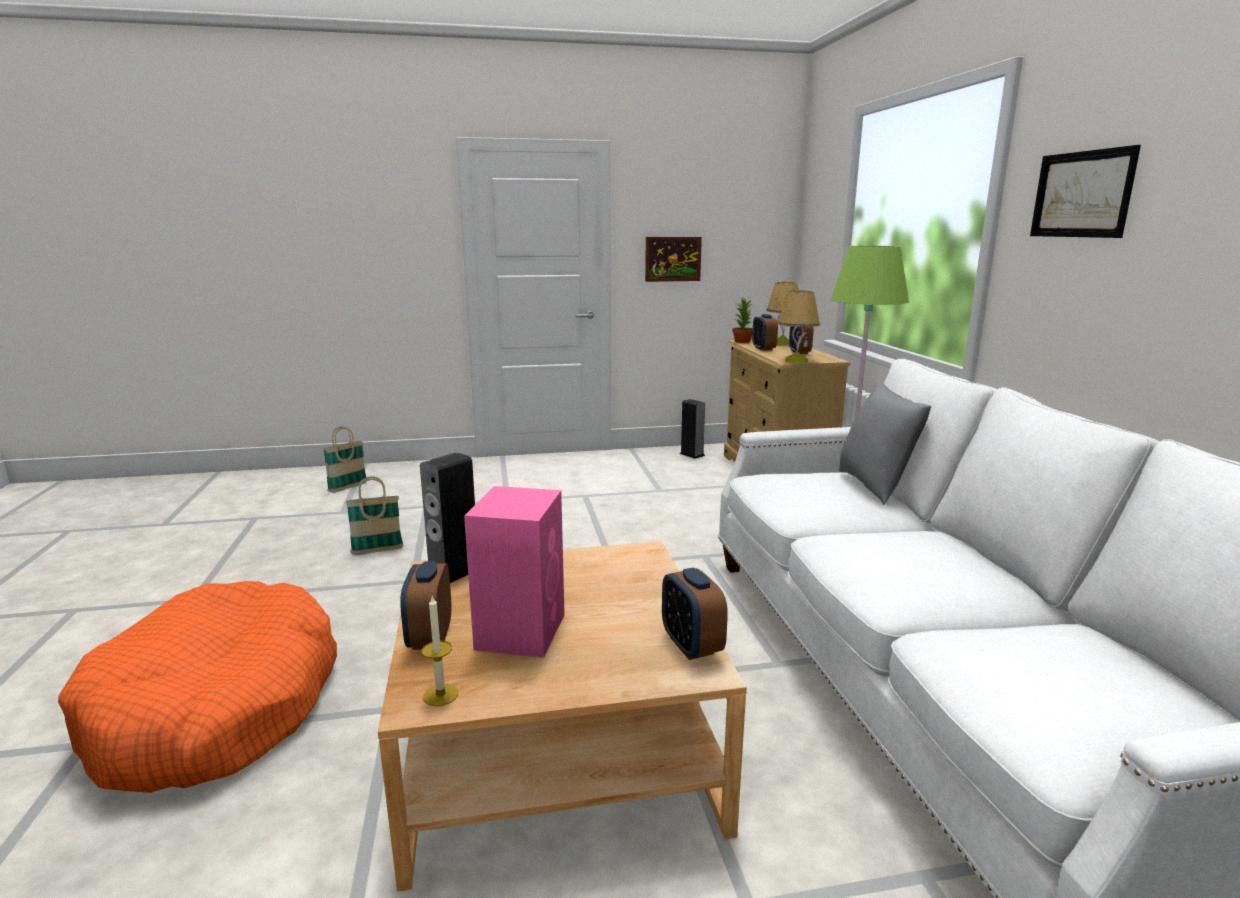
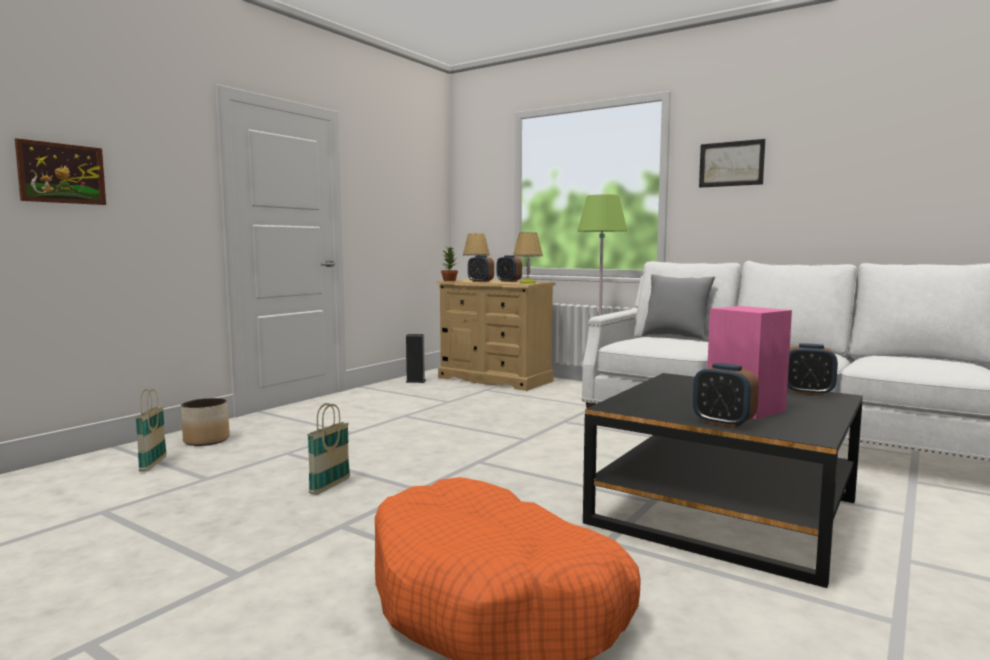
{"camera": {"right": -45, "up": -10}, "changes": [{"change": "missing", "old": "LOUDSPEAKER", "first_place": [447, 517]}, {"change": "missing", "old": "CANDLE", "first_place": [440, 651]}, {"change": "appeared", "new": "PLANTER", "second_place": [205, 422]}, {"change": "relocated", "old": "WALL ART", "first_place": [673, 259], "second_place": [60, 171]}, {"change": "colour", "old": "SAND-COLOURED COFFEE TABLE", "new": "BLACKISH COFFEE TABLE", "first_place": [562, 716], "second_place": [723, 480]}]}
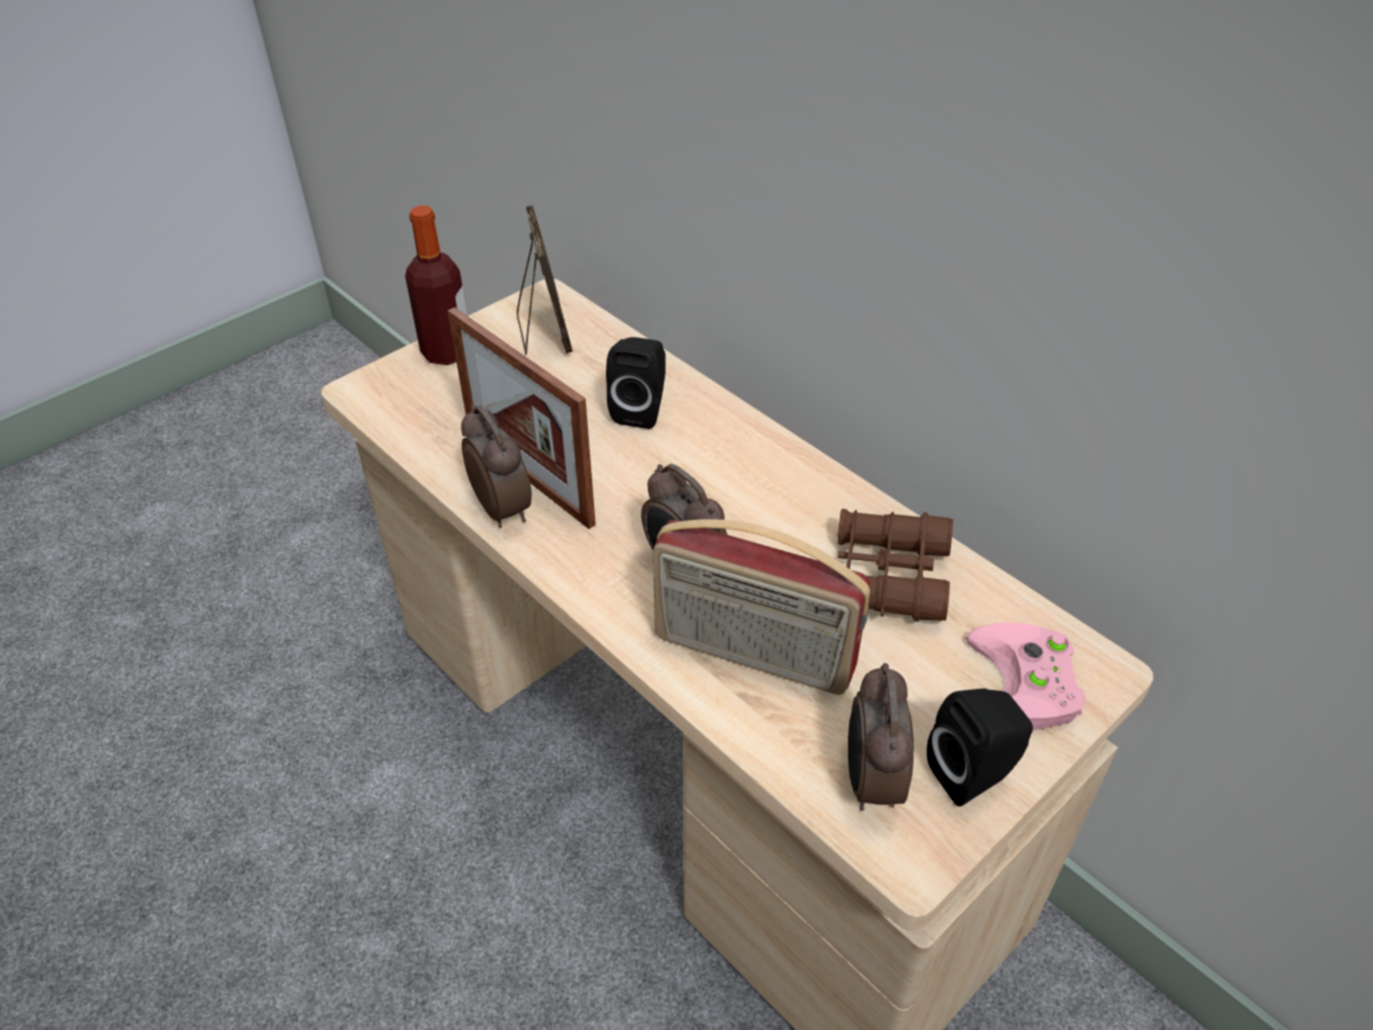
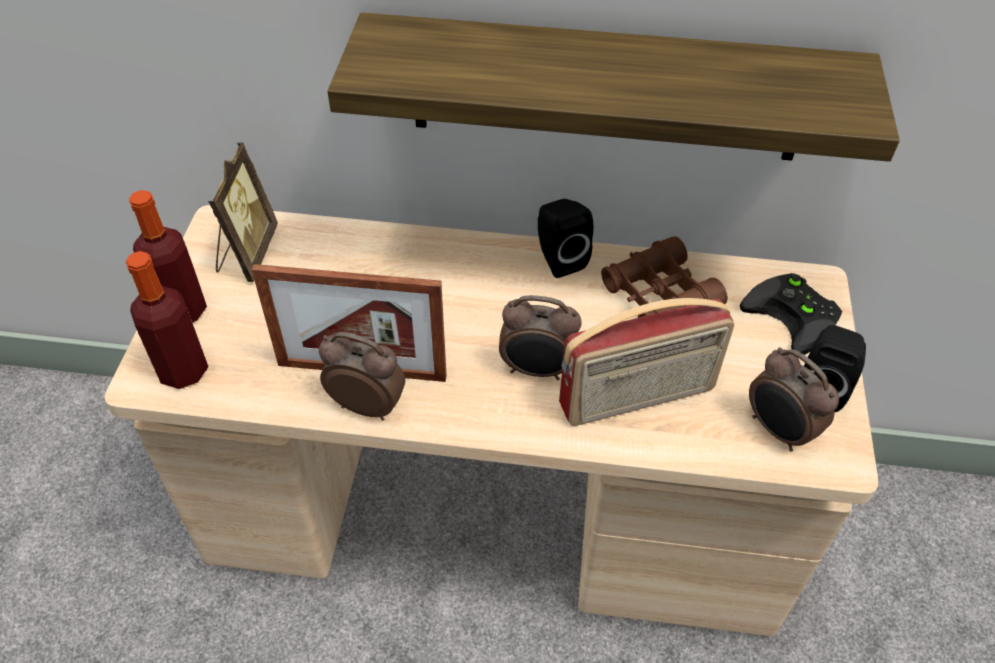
{"camera": {"right": -40, "up": 5}, "changes": [{"change": "appeared", "new": "BOTTLE", "second_place": [167, 320]}, {"change": "appeared", "new": "BRACKET SHELF", "second_place": [614, 87]}, {"change": "relocated", "old": "BLACKISH LOUDSPEAKER", "first_place": [636, 383], "second_place": [565, 238]}, {"change": "colour", "old": "PINK GAMEPAD", "new": "BLACKISH GAMEPAD", "first_place": [1025, 676], "second_place": [791, 314]}, {"change": "spun", "old": "PICTURE FRAME", "first_place": [545, 279], "second_place": [243, 212], "degrees": 60}]}
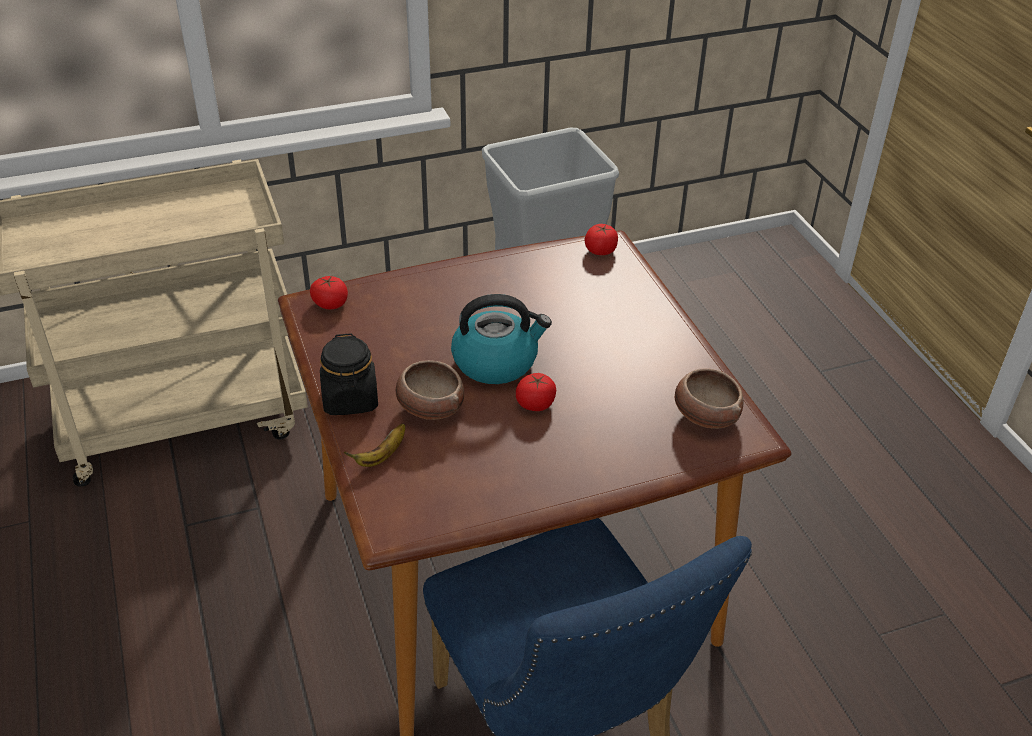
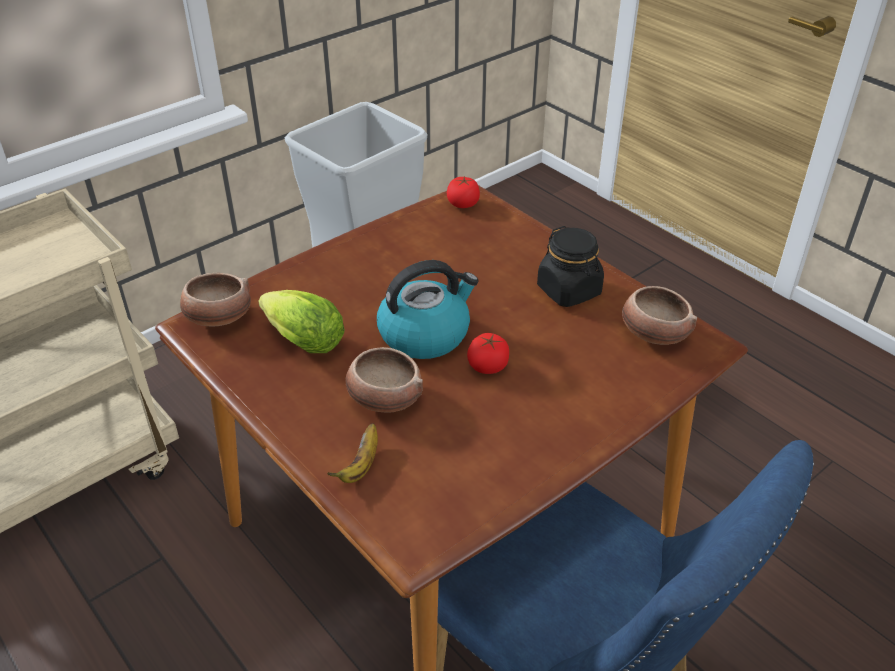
{"camera": {"right": -20, "up": 0}, "changes": [{"change": "appeared", "new": "LETTUCE", "second_place": [301, 321]}, {"change": "relocated", "old": "BLACKISH JAR", "first_place": [349, 374], "second_place": [570, 266]}, {"change": "exchanged", "old": "WHOLE TOMATO", "new": "BOWL", "first_place": [329, 292], "second_place": [215, 299]}]}
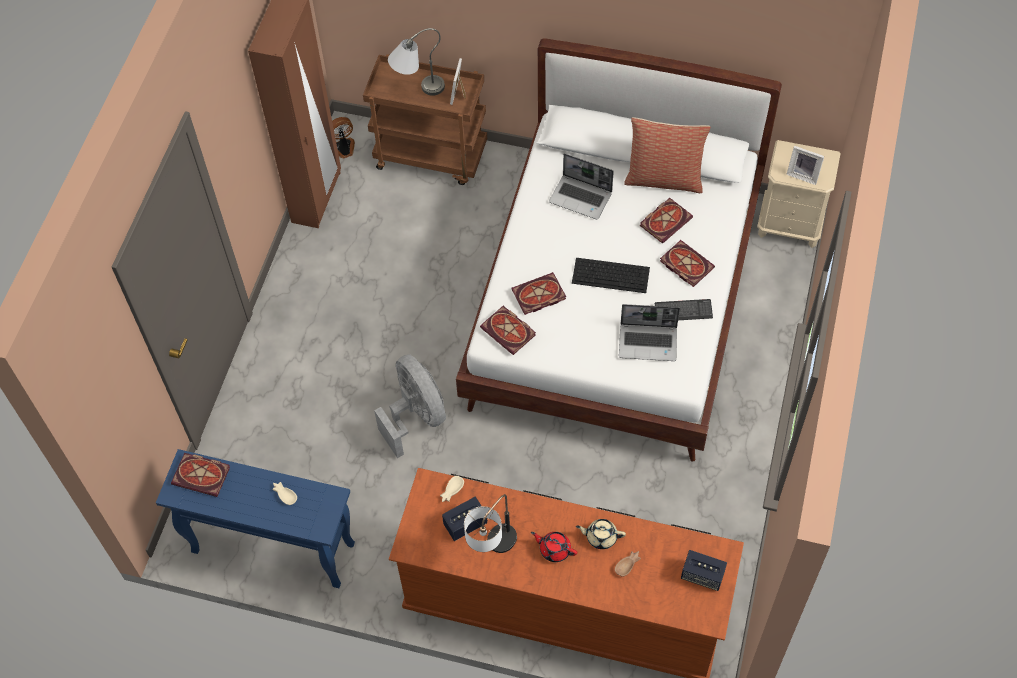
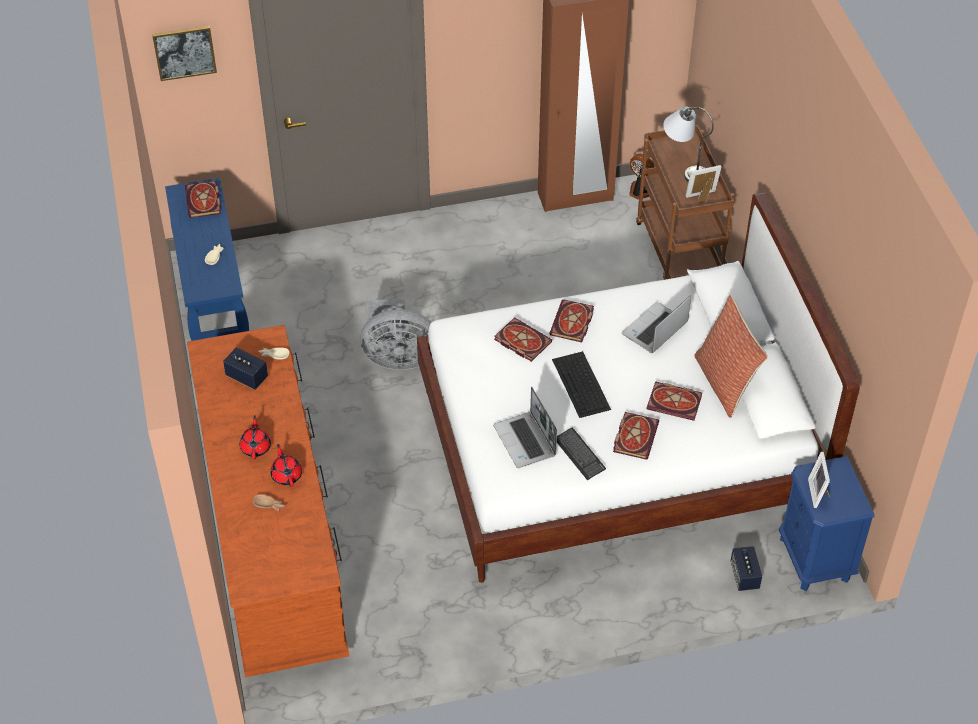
{"camera": {"right": 60, "up": -10}, "changes": [{"change": "missing", "old": "LAMP FOR A TABLE", "first_place": [490, 523]}, {"change": "appeared", "new": "WALL ART", "second_place": [184, 53]}, {"change": "relocated", "old": "BOOK", "first_place": [508, 330], "second_place": [571, 320]}, {"change": "relocated", "old": "LOUDSPEAKER", "first_place": [704, 570], "second_place": [746, 568]}, {"change": "colour", "old": "SAND-COLOURED TEAPOT", "new": "RED TEAPOT", "first_place": [601, 534], "second_place": [286, 465]}, {"change": "colour", "old": "SAND-COLOURED NIGHT TABLE", "new": "BLUE NIGHT TABLE", "first_place": [799, 194], "second_place": [827, 523]}, {"change": "spun", "old": "GRAY ELECTRIC FAN", "first_place": [410, 406], "second_place": [395, 335], "degrees": 60}, {"change": "spun", "old": "LAPTOP", "first_place": [581, 186], "second_place": [656, 324], "degrees": 45}]}
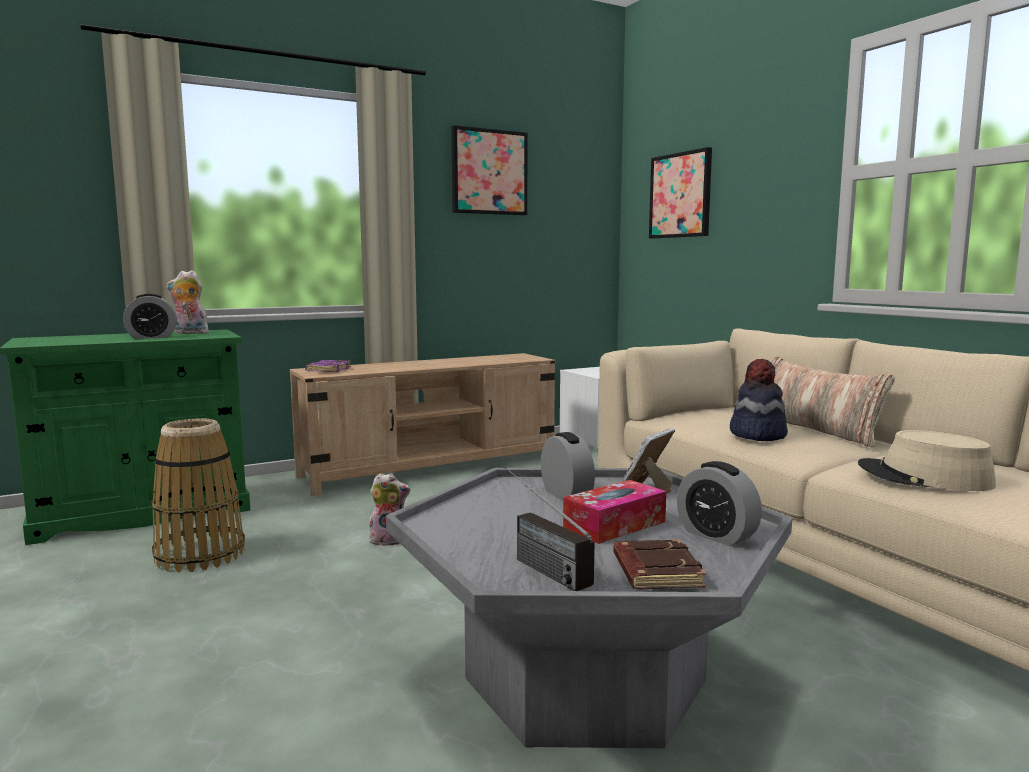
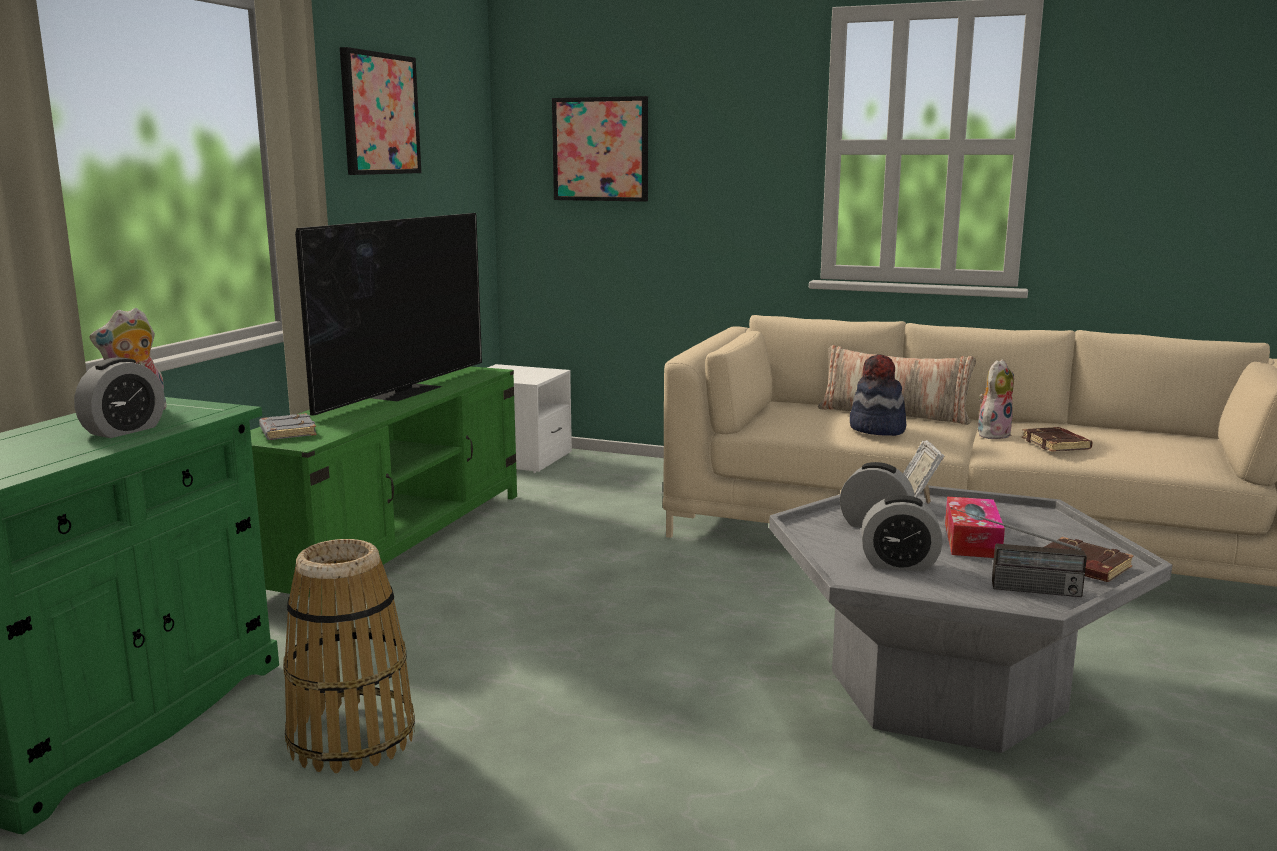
{"camera": {"right": -40, "up": 5}, "changes": [{"change": "appeared", "new": "TV SET", "second_place": [388, 314]}, {"change": "relocated", "old": "SOFT TOY", "first_place": [390, 509], "second_place": [996, 399]}, {"change": "relocated", "old": "ALARM CLOCK", "first_place": [719, 503], "second_place": [902, 533]}, {"change": "exchanged", "old": "SAND-COLOURED WEARABLE HAT", "new": "BROWN-COLOURED BOOK", "first_place": [927, 460], "second_place": [1057, 439]}, {"change": "colour", "old": "SAND-COLOURED MEDIA CONSOLE", "new": "GREEN-COLOURED MEDIA CONSOLE", "first_place": [422, 424], "second_place": [383, 490]}, {"change": "colour", "old": "PURPLE BOOK", "new": "GRAY BOOK", "first_place": [328, 366], "second_place": [288, 426]}]}
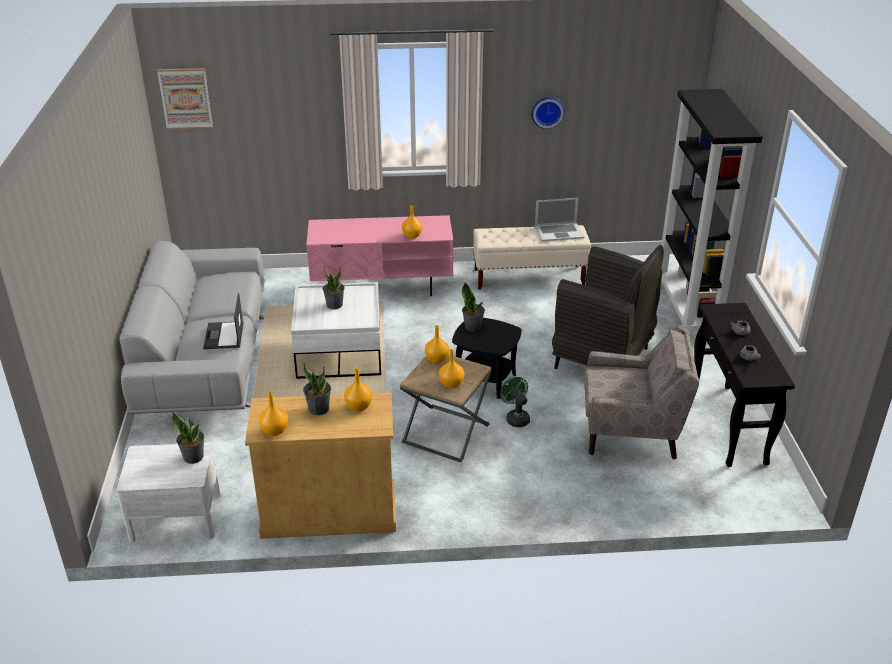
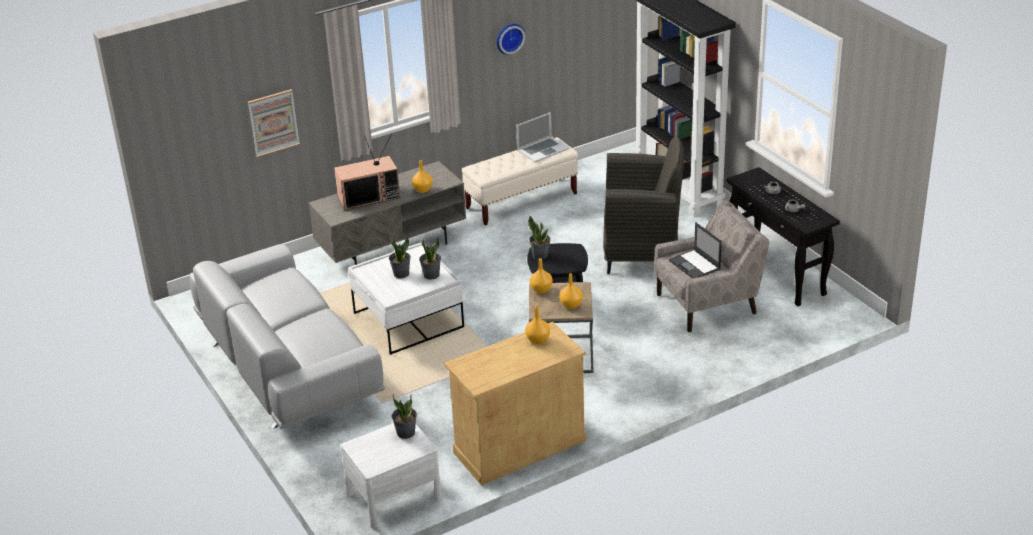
{"camera": {"right": -25, "up": 0}, "changes": [{"change": "missing", "old": "ORANGE-COLOURED DECORATIVE VASE", "first_place": [273, 414]}, {"change": "missing", "old": "GREEN-COLOURED ELECTRIC FAN", "first_place": [515, 402]}, {"change": "appeared", "new": "TV SET", "second_place": [367, 172]}, {"change": "relocated", "old": "WALL ART", "first_place": [185, 98], "second_place": [274, 123]}, {"change": "relocated", "old": "LAPTOP", "first_place": [223, 321], "second_place": [695, 250]}, {"change": "relocated", "old": "PLANT IN A POT", "first_place": [317, 389], "second_place": [430, 258]}, {"change": "colour", "old": "PINK MEDIA CONSOLE", "new": "GRAY MEDIA CONSOLE", "first_place": [379, 255], "second_place": [387, 213]}]}
